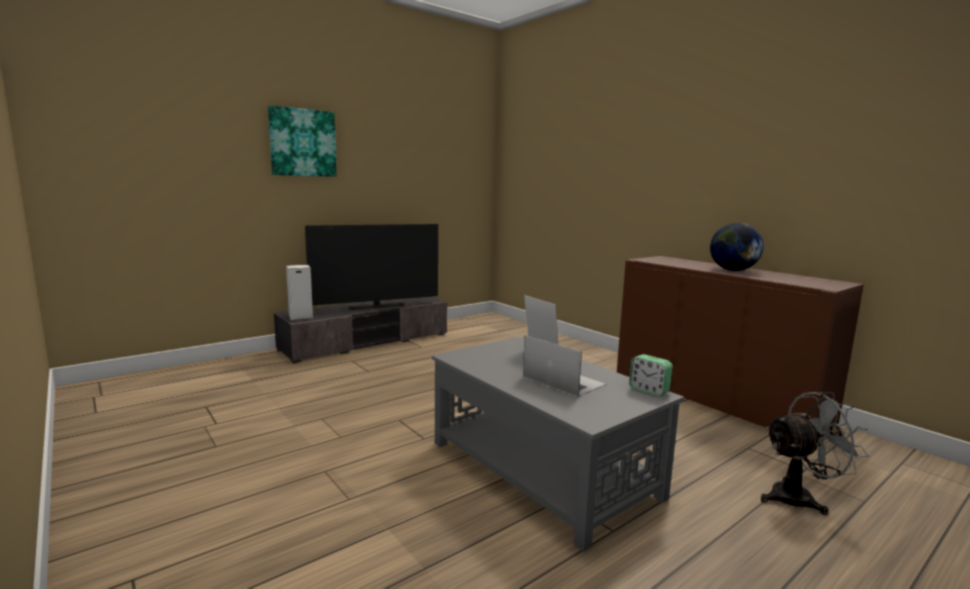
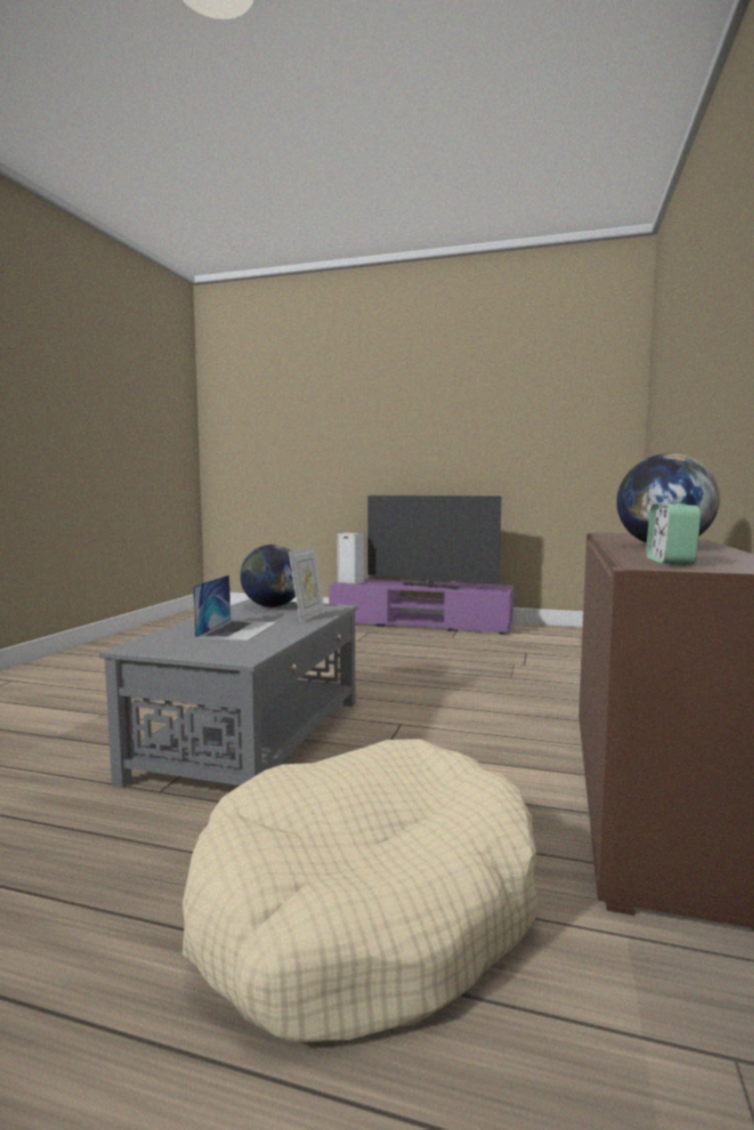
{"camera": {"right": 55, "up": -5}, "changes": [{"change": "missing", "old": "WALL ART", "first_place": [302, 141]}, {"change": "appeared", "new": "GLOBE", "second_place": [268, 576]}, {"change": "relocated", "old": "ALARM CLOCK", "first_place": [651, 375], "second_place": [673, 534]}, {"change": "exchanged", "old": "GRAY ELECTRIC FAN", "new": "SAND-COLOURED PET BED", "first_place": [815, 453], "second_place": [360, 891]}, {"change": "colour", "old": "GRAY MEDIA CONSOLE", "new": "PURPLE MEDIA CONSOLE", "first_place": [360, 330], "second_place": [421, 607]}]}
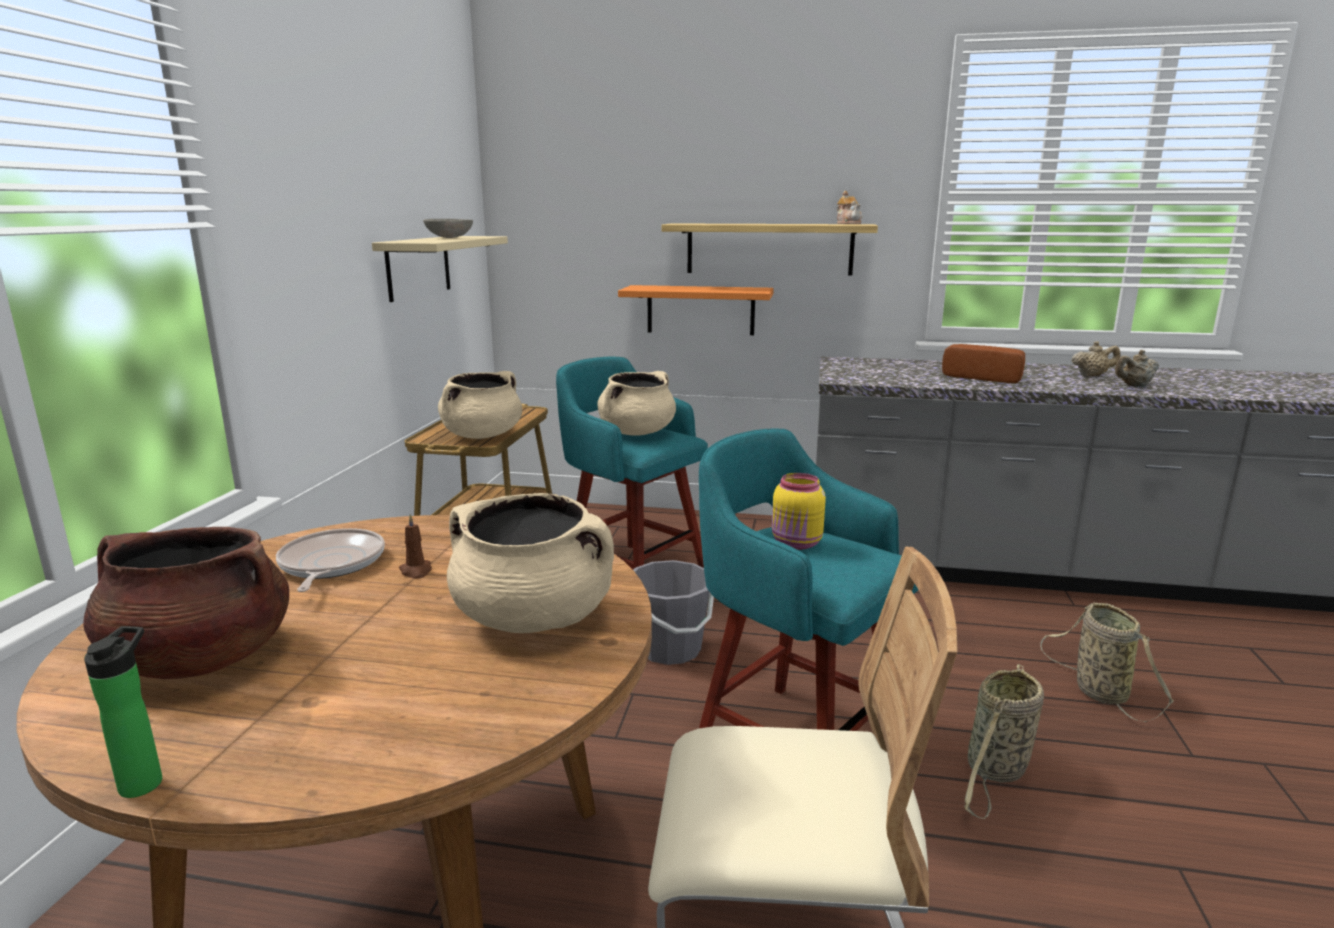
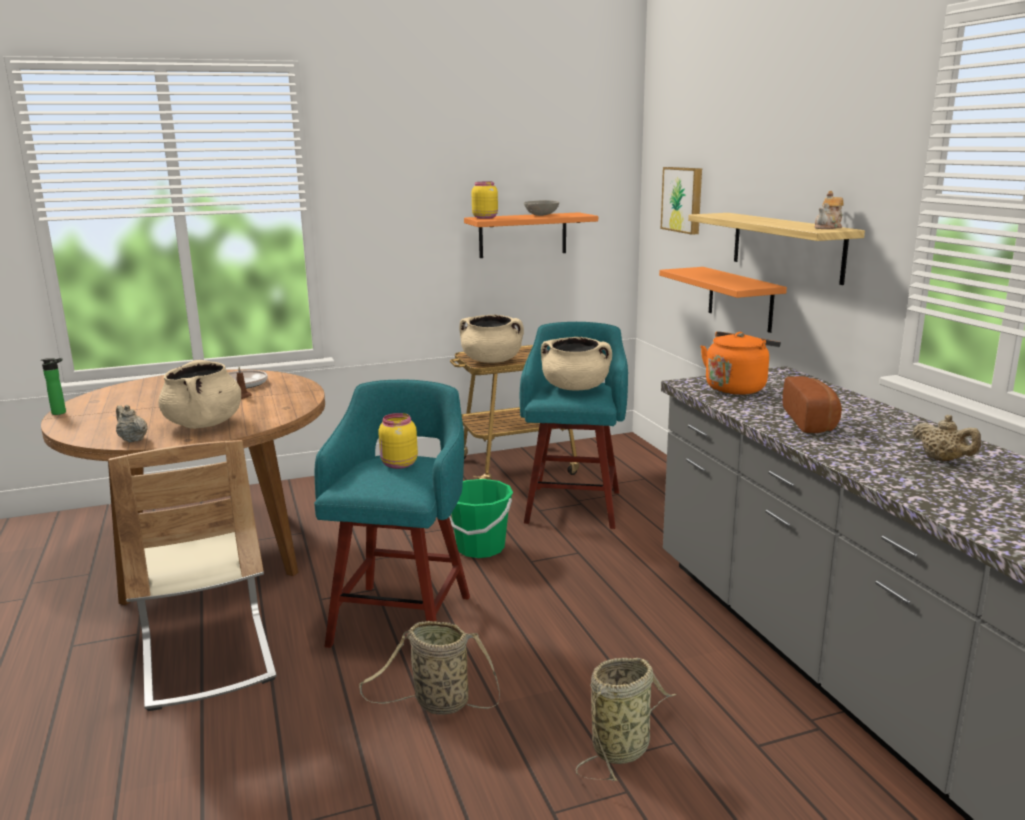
{"camera": {"right": 60, "up": 0}, "changes": [{"change": "missing", "old": "BROWN-COLOURED STOCKPOT", "first_place": [186, 603]}, {"change": "appeared", "new": "YELLOWISH JAR", "second_place": [485, 200]}, {"change": "appeared", "new": "WALL ART", "second_place": [681, 201]}, {"change": "appeared", "new": "ORANGE-COLOURED WATER KETTLE", "second_place": [740, 363]}, {"change": "relocated", "old": "SAND-COLOURED TEAPOT", "first_place": [1137, 368], "second_place": [132, 423]}, {"change": "colour", "old": "SAND-COLOURED BRACKET SHELF", "new": "ORANGE-COLOURED BRACKET SHELF", "first_place": [440, 269], "second_place": [531, 235]}, {"change": "colour", "old": "GRAY BUCKET", "new": "GREEN-COLOURED BUCKET", "first_place": [673, 612], "second_place": [481, 518]}]}
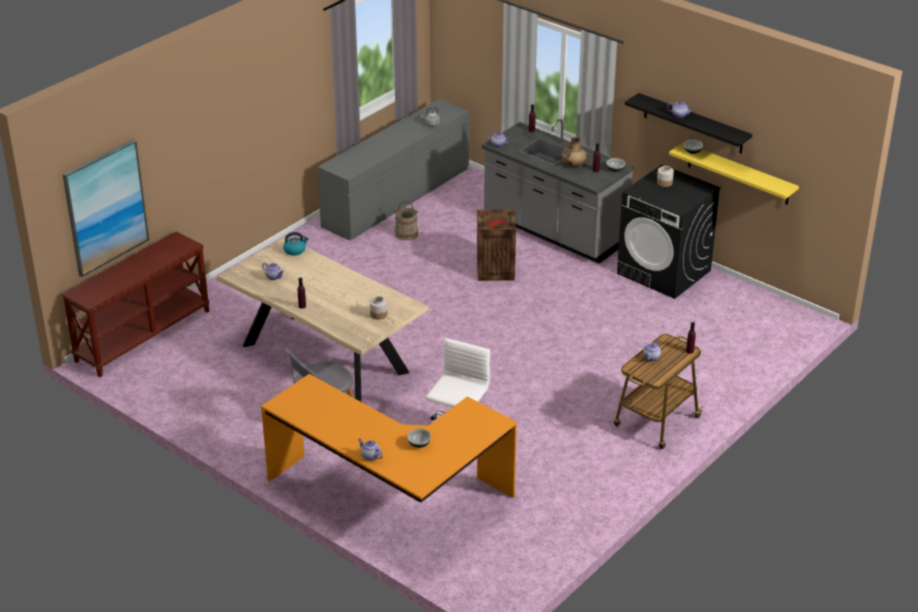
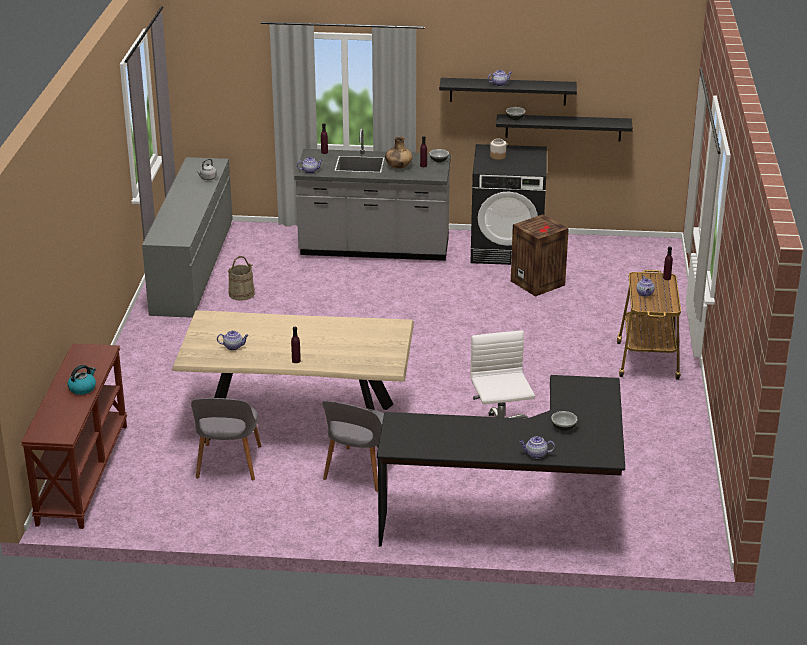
{"camera": {"right": -35, "up": -5}, "changes": [{"change": "missing", "old": "WALL ART", "first_place": [105, 208]}, {"change": "missing", "old": "JAR", "first_place": [378, 308]}, {"change": "appeared", "new": "GRAY UPRIGHT CHAIR", "second_place": [226, 439]}, {"change": "relocated", "old": "WATER KETTLE", "first_place": [296, 244], "second_place": [82, 380]}, {"change": "relocated", "old": "PACKING CRATE", "first_place": [496, 245], "second_place": [540, 255]}, {"change": "colour", "old": "ORANGE-COLOURED DESK TABLE", "new": "BLACKISH DESK TABLE", "first_place": [389, 438], "second_place": [501, 461]}, {"change": "colour", "old": "YELLOWISH BRACKET SHELF", "new": "BLACKISH BRACKET SHELF", "first_place": [734, 173], "second_place": [564, 128]}]}
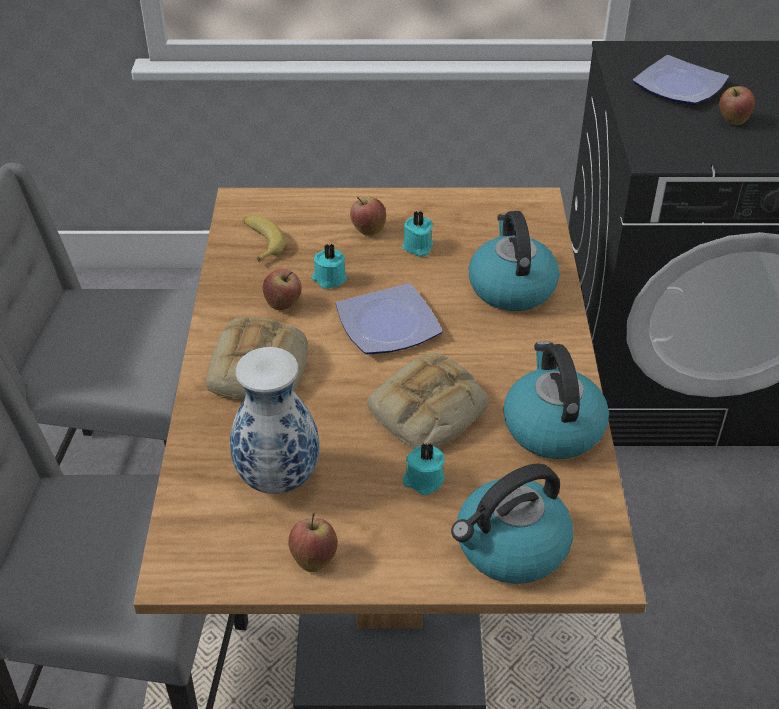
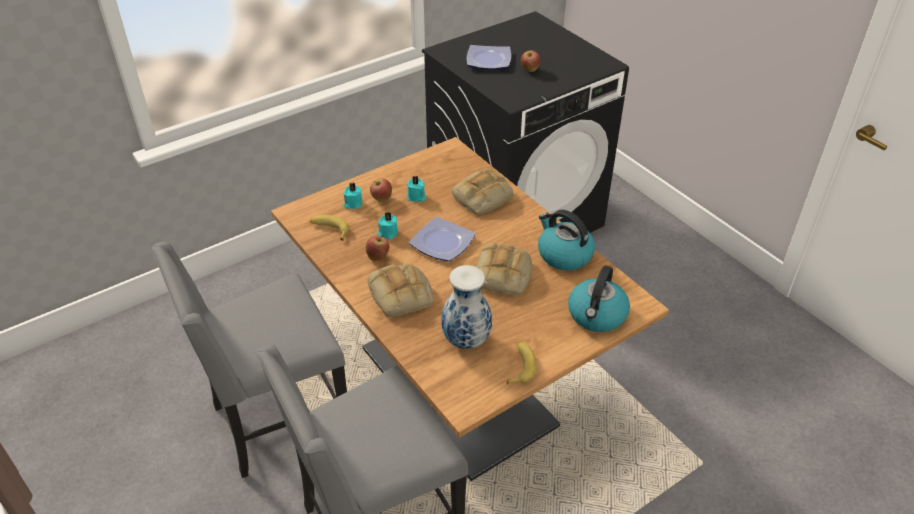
{"camera": {"right": -35, "up": 0}, "changes": [{"change": "relocated", "old": "TURQUOISE-COLOURED CANDLE", "first_place": [424, 468], "second_place": [353, 195]}, {"change": "exchanged", "old": "APPLE FRUIT", "new": "WHOLE BANANA", "first_place": [313, 542], "second_place": [522, 363]}, {"change": "exchanged", "old": "WATER KETTLE", "new": "BAKED BREAD", "first_place": [514, 261], "second_place": [482, 192]}]}
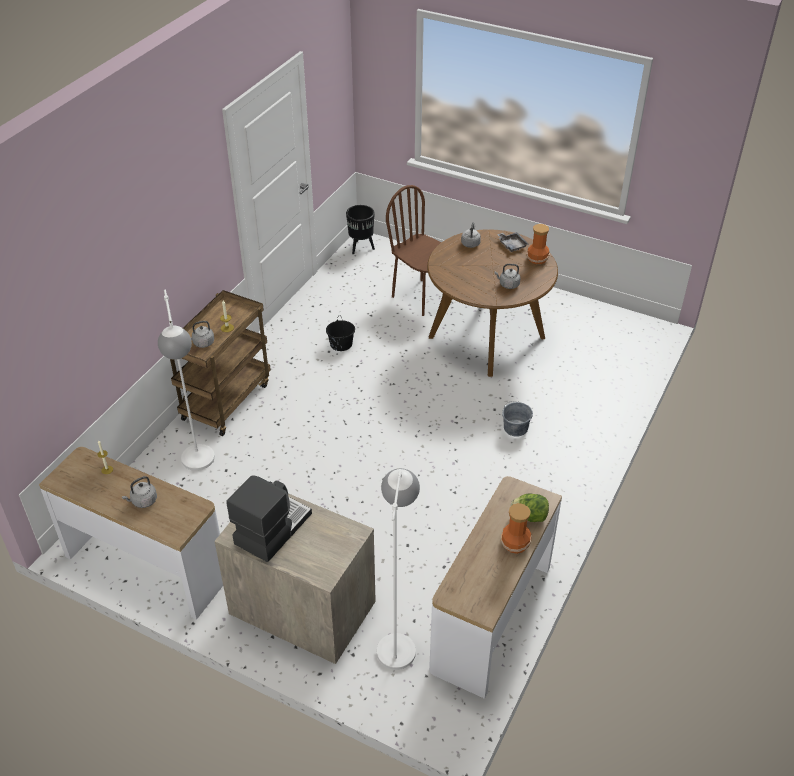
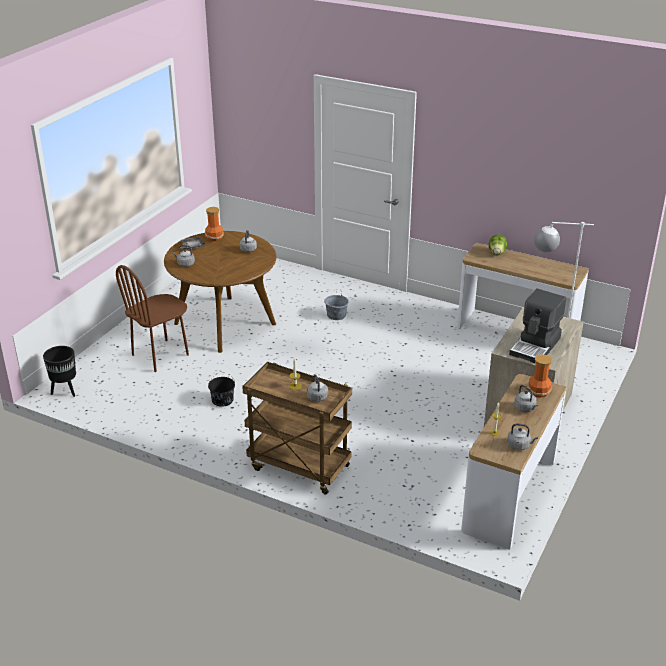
{"camera": {"right": -90, "up": -10}, "changes": [{"change": "missing", "old": "WHITISH STANDING LAMP", "first_place": [186, 380]}, {"change": "appeared", "new": "GRAY WATER KETTLE", "second_place": [522, 436]}, {"change": "relocated", "old": "DECORATIVE VASE", "first_place": [516, 528], "second_place": [539, 375]}, {"change": "spun", "old": "COFFEE BREWER", "first_place": [269, 518], "second_place": [537, 326], "degrees": -90}]}
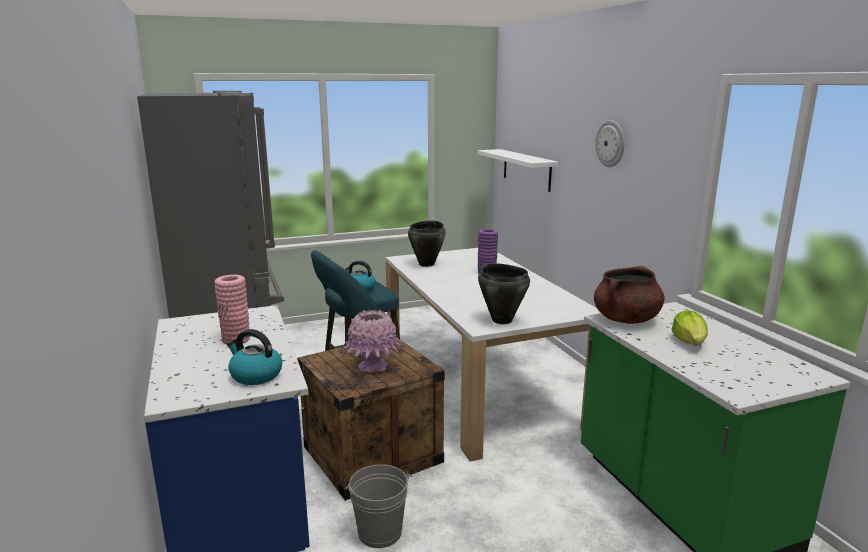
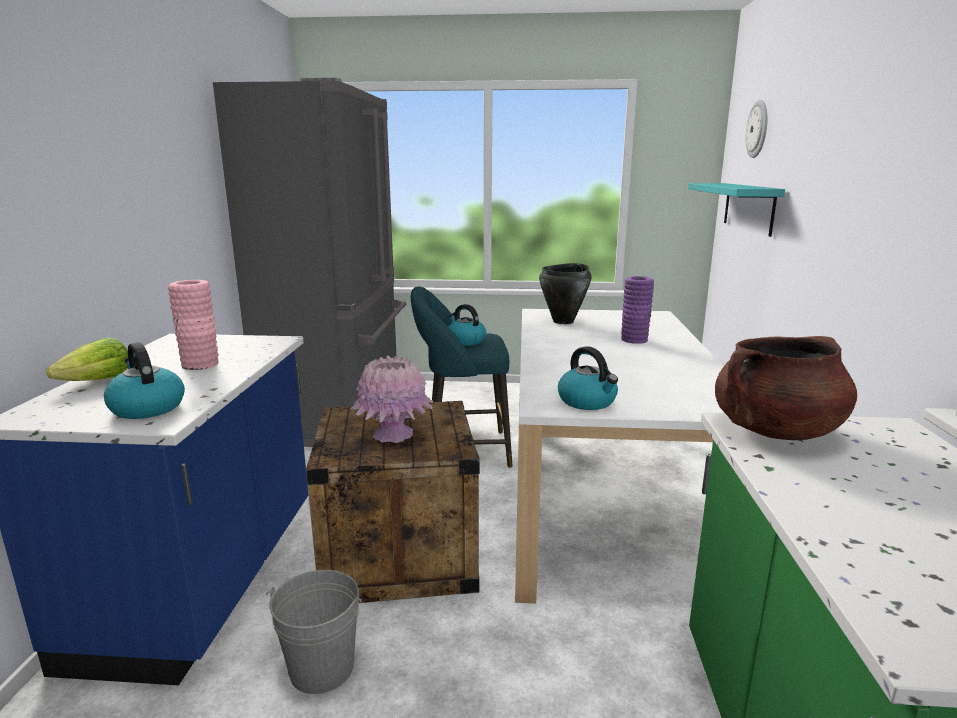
{"camera": {"right": 25, "up": 0}, "changes": [{"change": "relocated", "old": "WALL CLOCK", "first_place": [610, 143], "second_place": [756, 129]}, {"change": "relocated", "old": "LETTUCE", "first_place": [690, 327], "second_place": [87, 359]}, {"change": "exchanged", "old": "BLACKISH STOCKPOT", "new": "WATER KETTLE", "first_place": [504, 293], "second_place": [588, 378]}, {"change": "colour", "old": "WHITISH BRACKET SHELF", "new": "TURQUOISE-COLOURED BRACKET SHELF", "first_place": [518, 170], "second_place": [736, 210]}]}
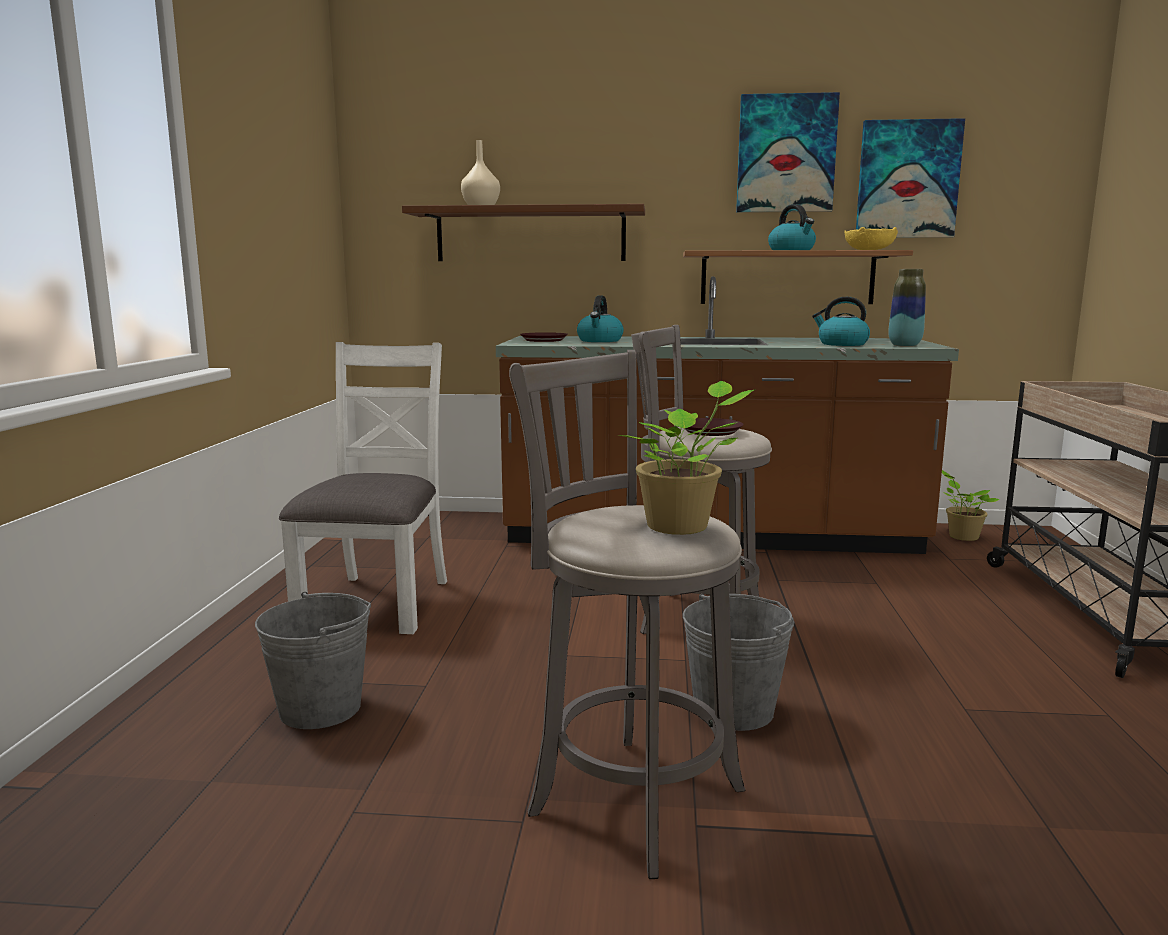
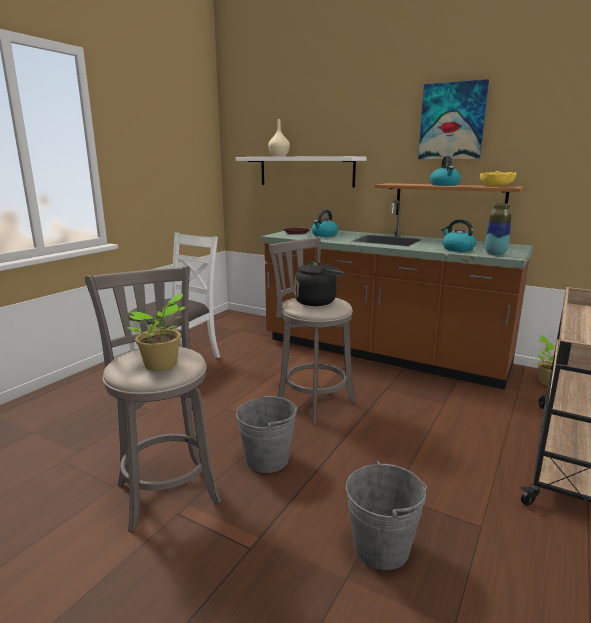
{"camera": {"right": 25, "up": 5}, "changes": [{"change": "missing", "old": "WALL ART", "first_place": [910, 178]}, {"change": "relocated", "old": "GRAY BUCKET", "first_place": [313, 660], "second_place": [386, 515]}, {"change": "exchanged", "old": "BROWN-COLOURED FLAT DISH", "new": "BLACKISH WATER KETTLE", "first_place": [714, 427], "second_place": [319, 283]}, {"change": "colour", "old": "BROWN-COLOURED BRACKET SHELF", "new": "WHITISH BRACKET SHELF", "first_place": [523, 232], "second_place": [301, 172]}]}
